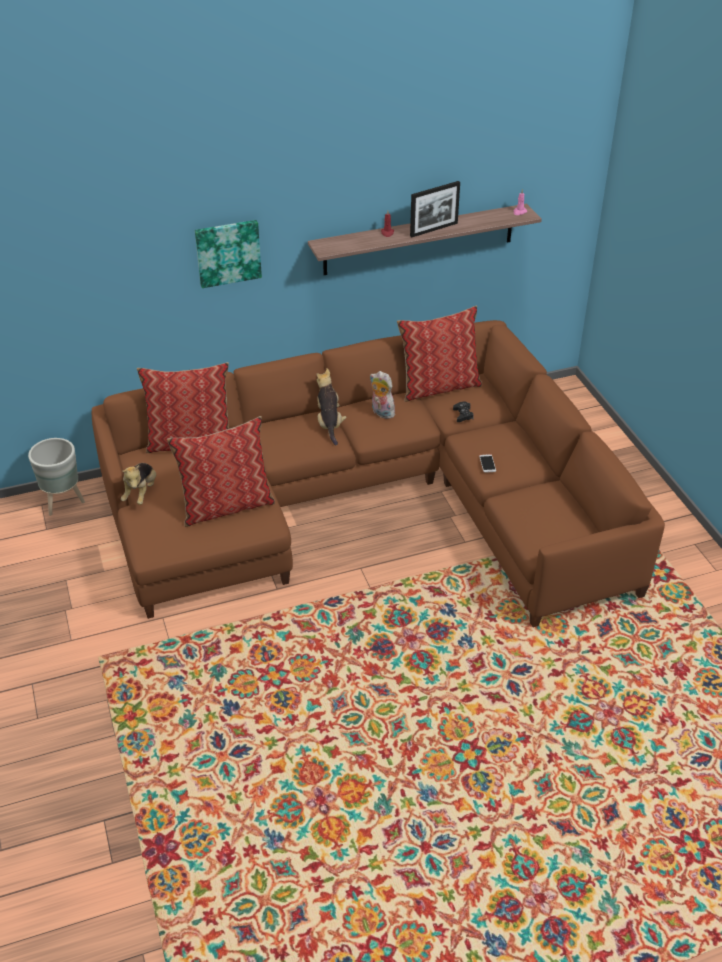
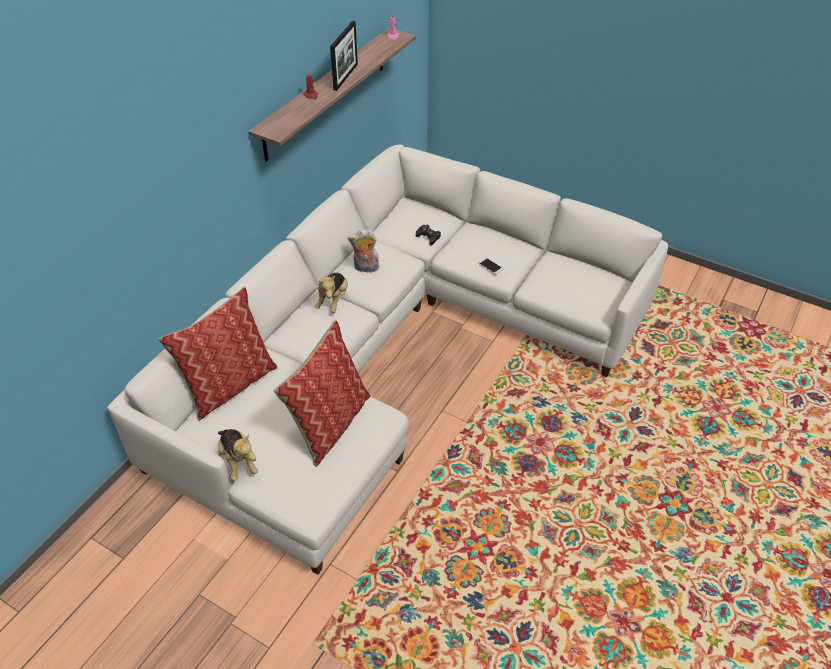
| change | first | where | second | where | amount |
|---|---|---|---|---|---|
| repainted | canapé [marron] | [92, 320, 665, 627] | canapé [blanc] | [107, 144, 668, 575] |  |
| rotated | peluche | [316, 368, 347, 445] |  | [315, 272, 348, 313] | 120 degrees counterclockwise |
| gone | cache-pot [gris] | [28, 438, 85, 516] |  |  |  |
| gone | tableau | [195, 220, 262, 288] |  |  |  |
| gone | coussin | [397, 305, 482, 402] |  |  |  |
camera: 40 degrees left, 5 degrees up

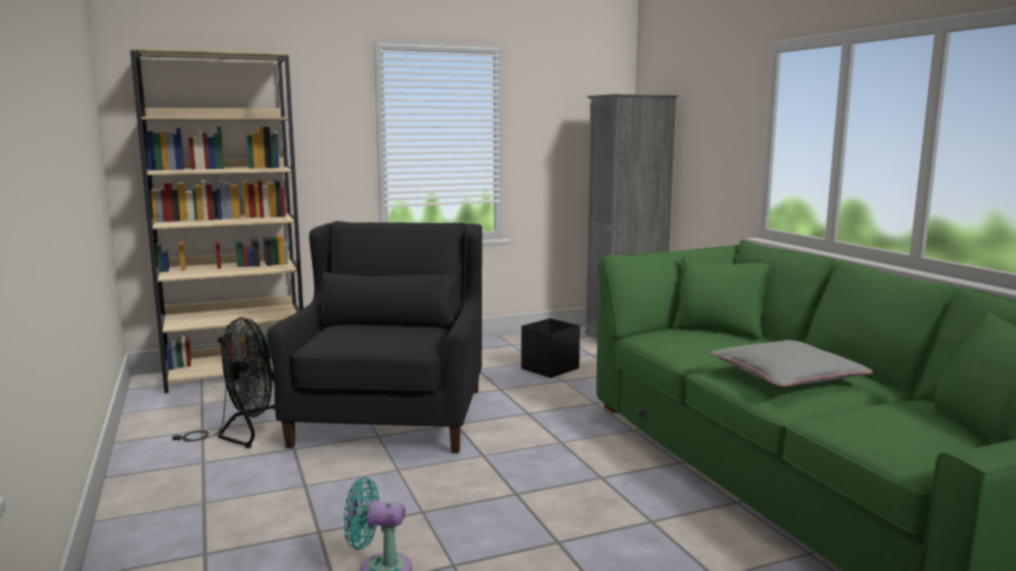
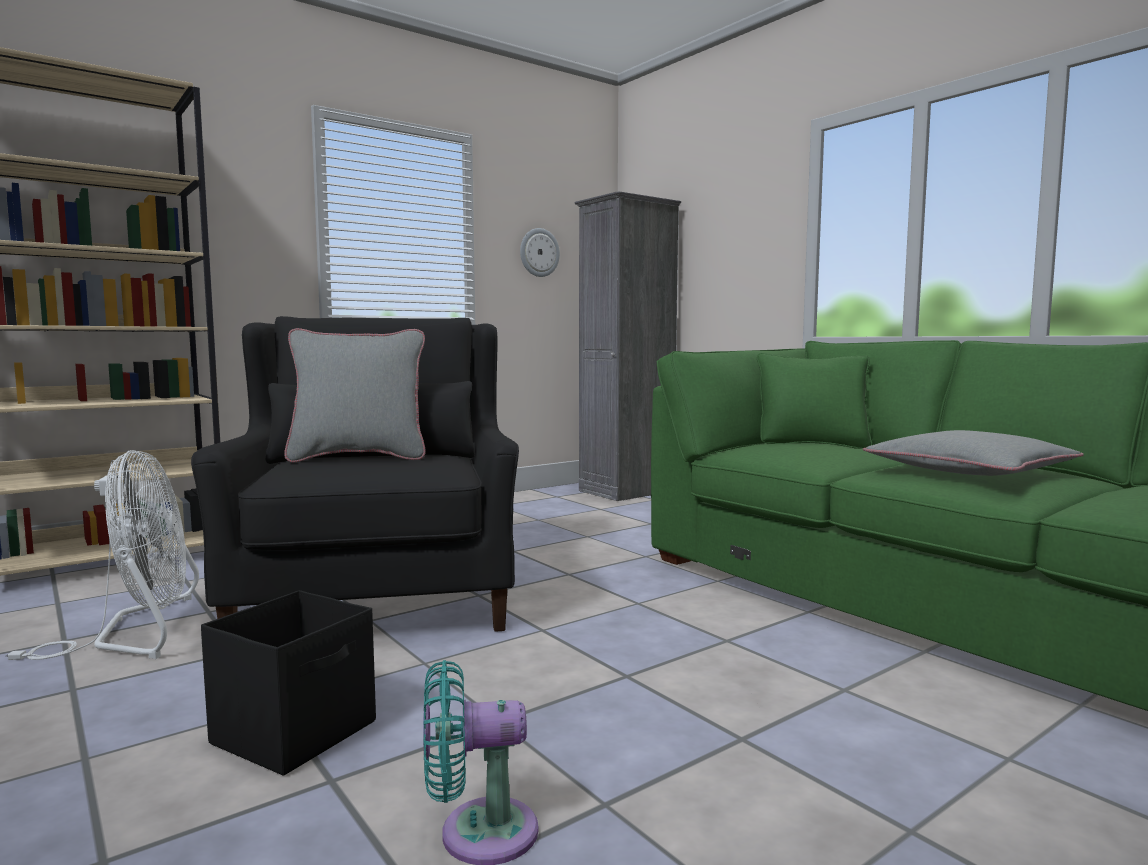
| change | first | where | second | where | amount |
|---|---|---|---|---|---|
| repainted | ventilateur [noir] | [172, 317, 275, 449] | ventilateur [blanc] | [6, 450, 199, 660] |  |
| shifted | boîte de rangement [noir] | [521, 318, 580, 378] |  | [201, 590, 376, 776] |  |
| new |  |  | coussin [gris] | [284, 328, 426, 463] |  |
| new |  |  | horloge murale | [520, 228, 560, 277] |  |
camera: 15 degrees left, 5 degrees down

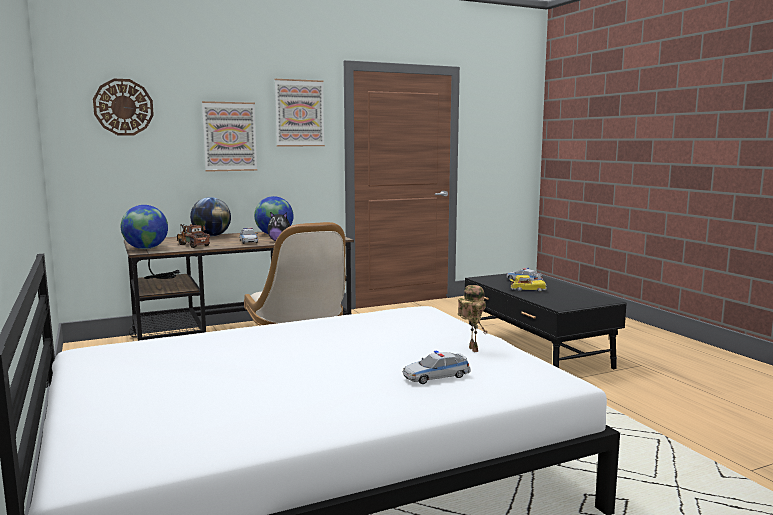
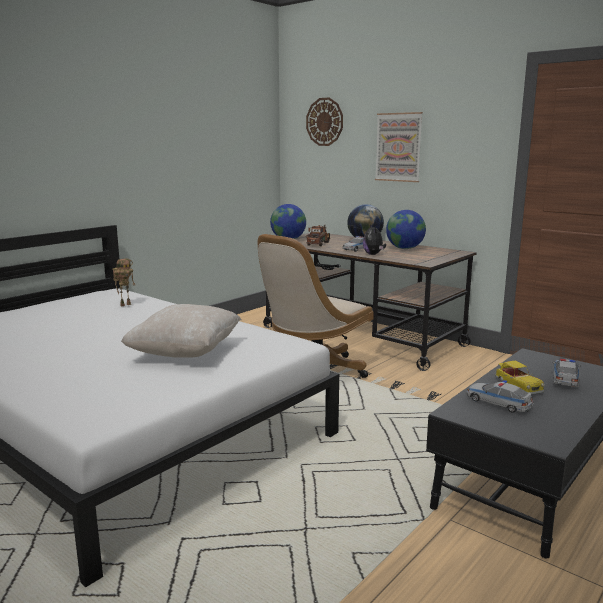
| change | first | where | second | where | amount |
|---|---|---|---|---|---|
| shifted | robot jouet | [458, 285, 487, 352] |  | [113, 259, 135, 306] |  |
| new |  |  | coussin [beige] | [121, 304, 241, 358] |  |
| shifted | petite voiture | [403, 351, 471, 384] |  | [466, 380, 534, 413] |  |
| gone | tableau | [275, 79, 325, 146] |  |  |  |
camera: 65 degrees right, 5 degrees up

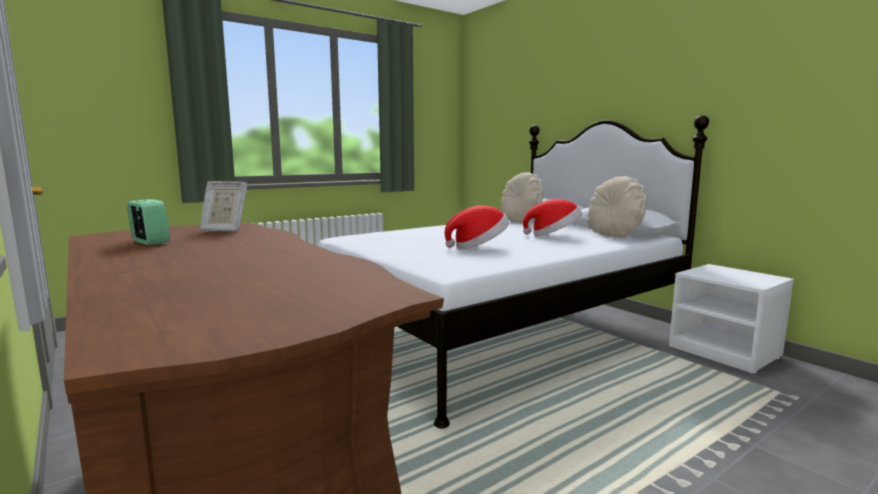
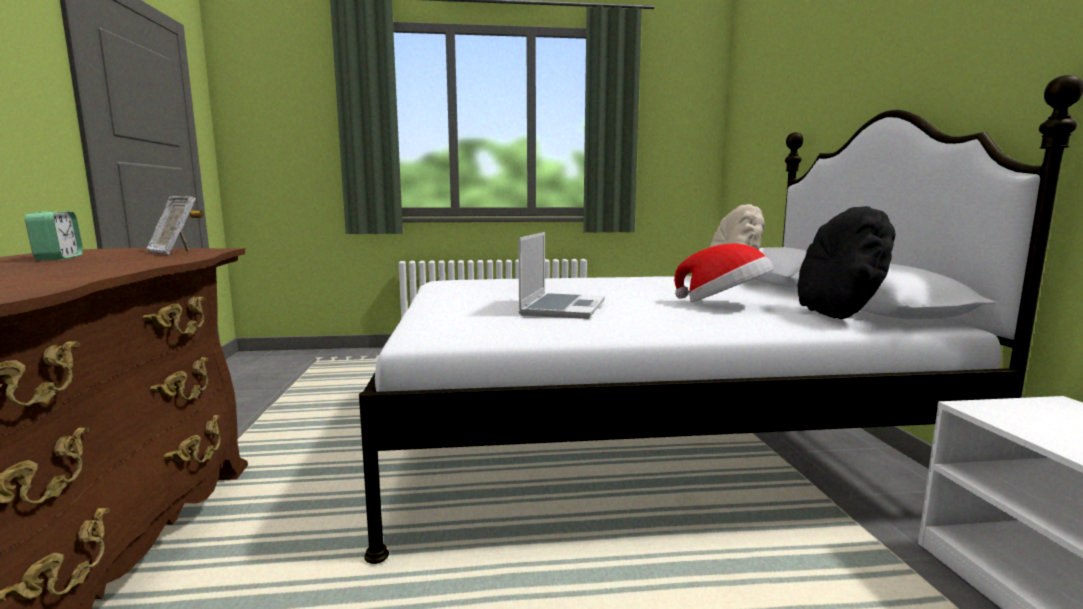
| change | first | where | second | where | amount |
|---|---|---|---|---|---|
| swapped | chapeau | [445, 205, 509, 249] | ordinateur portable | [518, 232, 605, 319] |  |
| repainted | coussin [beige] | [588, 176, 647, 238] | coussin [noir] | [798, 206, 895, 319] |  |
camera: 30 degrees right, 0 degrees up

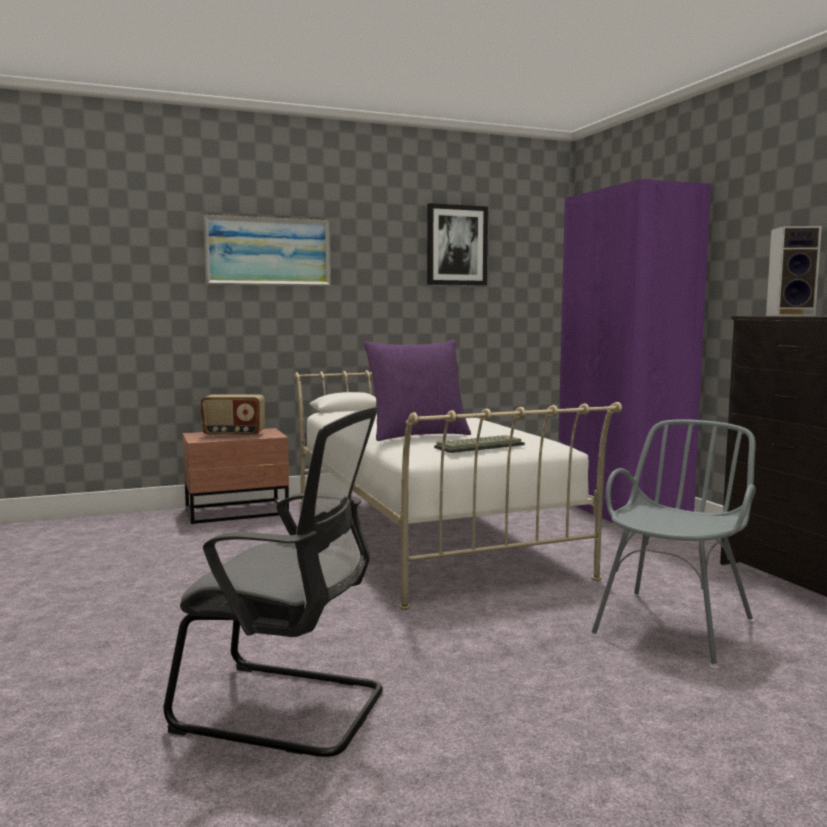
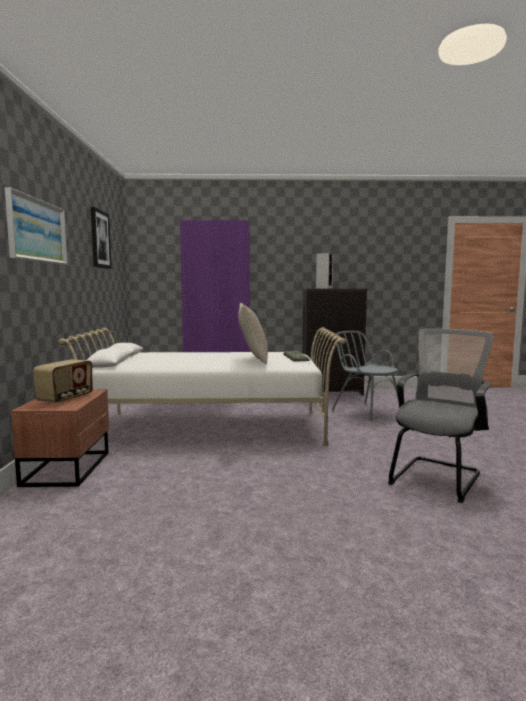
| change | first | where | second | where | amount |
|---|---|---|---|---|---|
| repainted | coussin [violet] | [364, 340, 471, 441] | coussin [beige] | [238, 303, 268, 364] |  |
camera: 70 degrees left, 0 degrees up

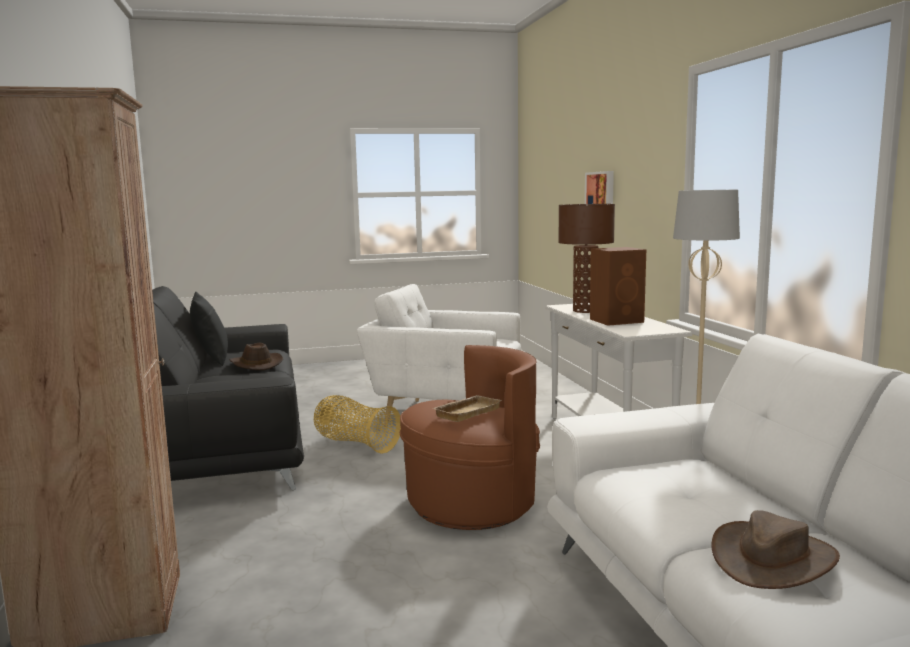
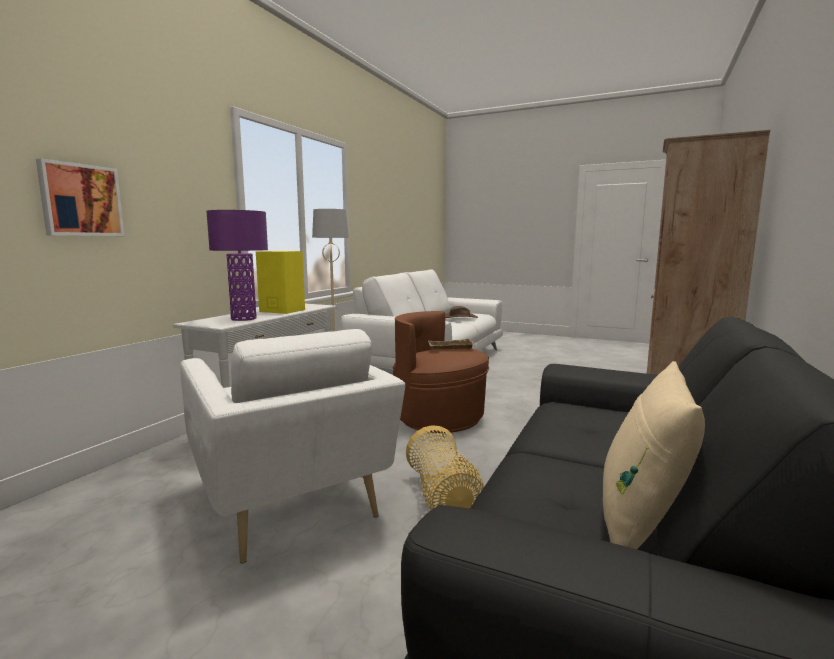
| change | first | where | second | where | amount |
|---|---|---|---|---|---|
| repainted | lampe de table [marron] | [559, 204, 615, 313] | lampe de table [violet] | [206, 210, 268, 321] |  |
| repainted | enceinte [marron] | [590, 247, 646, 326] | enceinte [jaune] | [256, 251, 305, 314] |  |
| repainted | coussin [noir] | [190, 292, 228, 366] | coussin [beige] | [603, 361, 705, 549] |  |
| gone | chapeau [marron] | [229, 343, 283, 370] |  |  |  |
camera: 140 degrees left, 0 degrees up

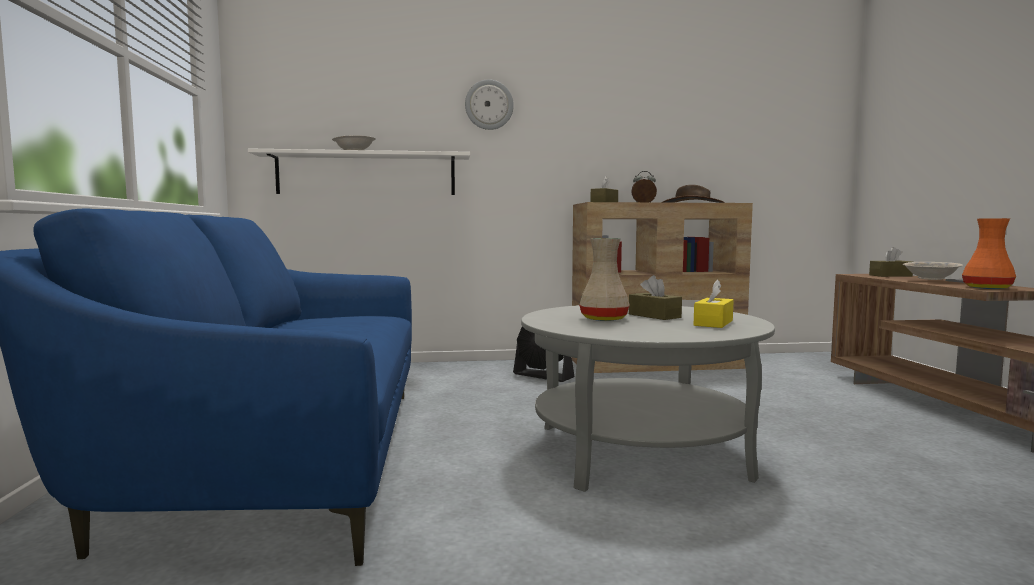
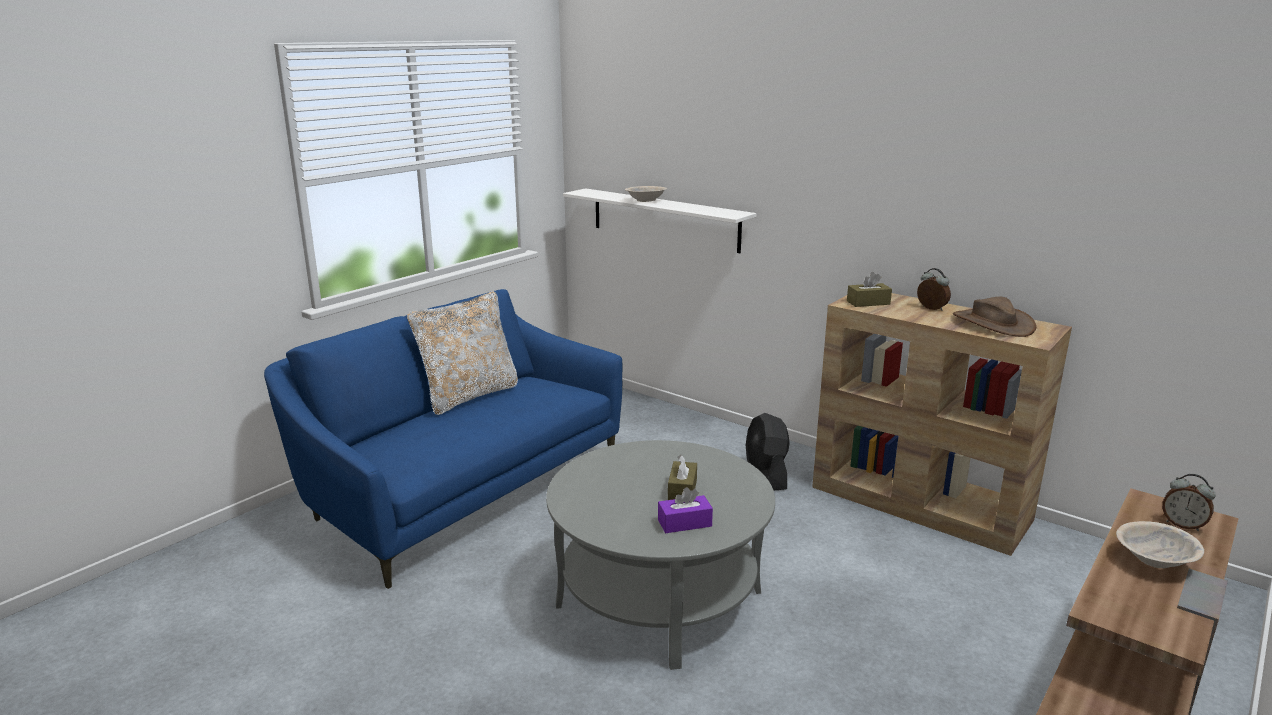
| change | first | where | second | where | amount |
|---|---|---|---|---|---|
| new |  |  | coussin [blanc] | [407, 291, 518, 415] |  |
| repainted | boîte à mouchoirs [jaune] | [694, 279, 734, 328] | boîte à mouchoirs [violet] | [658, 487, 713, 533] |  |
| swapped | boîte à mouchoirs [marron] | [869, 247, 913, 277] | réveil | [1162, 474, 1216, 531] |  |
| gone | horloge murale | [465, 80, 514, 130] |  |  |  |
| gone | vase [beige] | [579, 238, 630, 321] |  |  |  |
| gone | vase [orange] | [962, 218, 1016, 289] |  |  |  |
camera: 45 degrees right, 15 degrees up

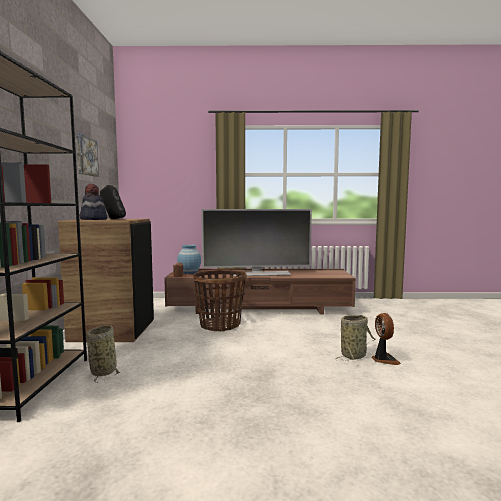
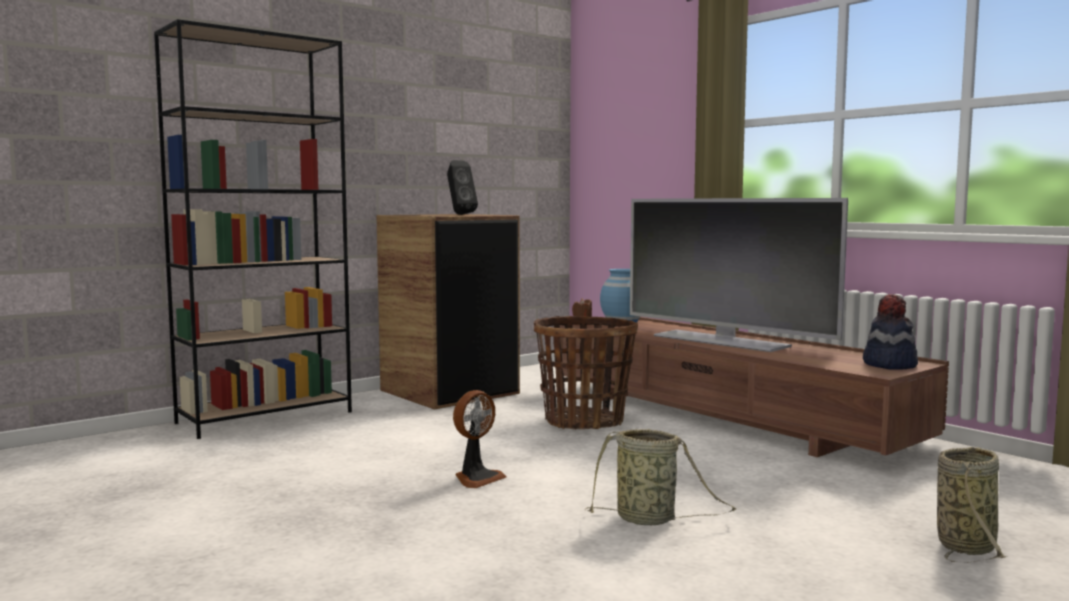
| change | first | where | second | where | amount |
|---|---|---|---|---|---|
| shifted | ventilateur | [371, 313, 401, 365] |  | [453, 390, 506, 488] |  |
| shifted | chapeau | [80, 184, 107, 220] |  | [863, 294, 918, 370] |  |
| shifted | panier | [87, 325, 120, 383] |  | [937, 447, 1008, 562] |  |
| gone | tableau | [76, 134, 99, 177] |  |  |  |
camera: 50 degrees right, 0 degrees up

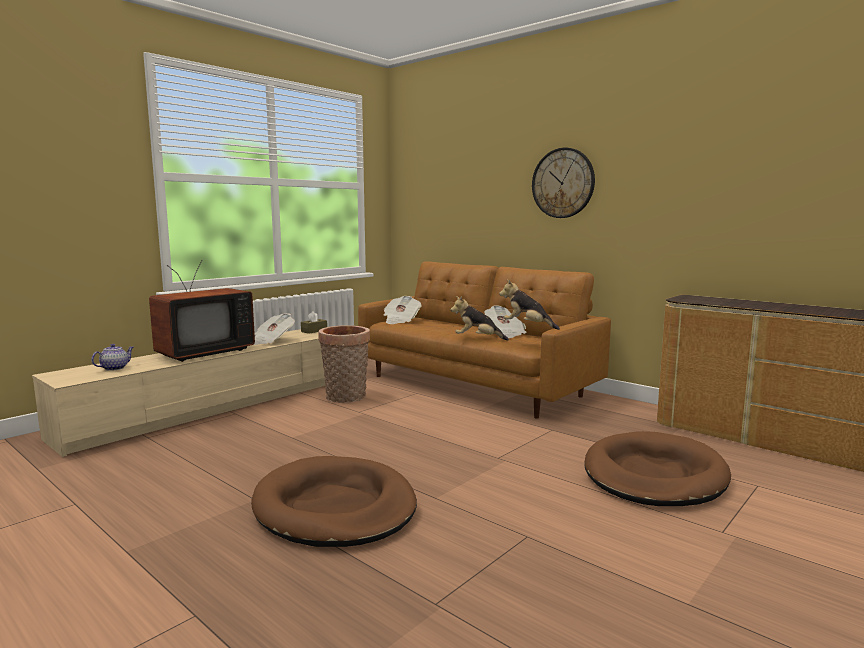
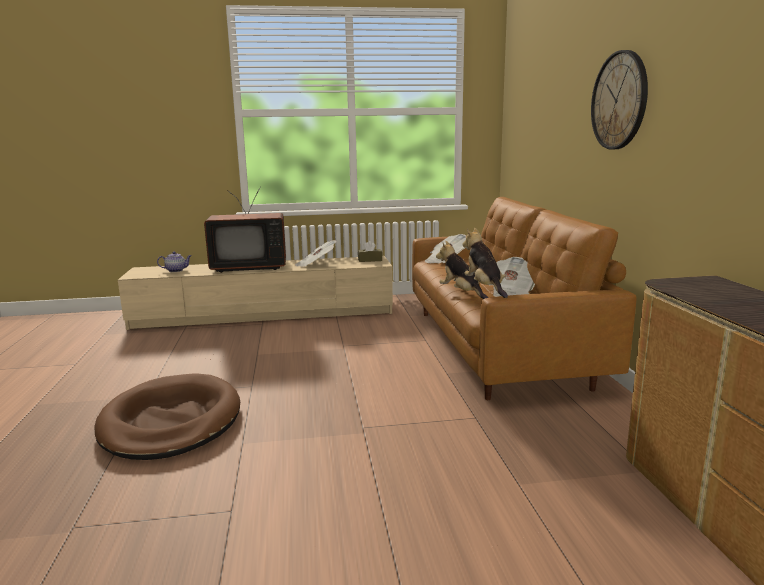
| change | first | where | second | where | amount |
|---|---|---|---|---|---|
| gone | panier | [318, 325, 370, 403] |  |  |  |
| gone | panier pour chien [marron] | [584, 431, 731, 506] |  |  |  |
camera: 40 degrees right, 5 degrees up

